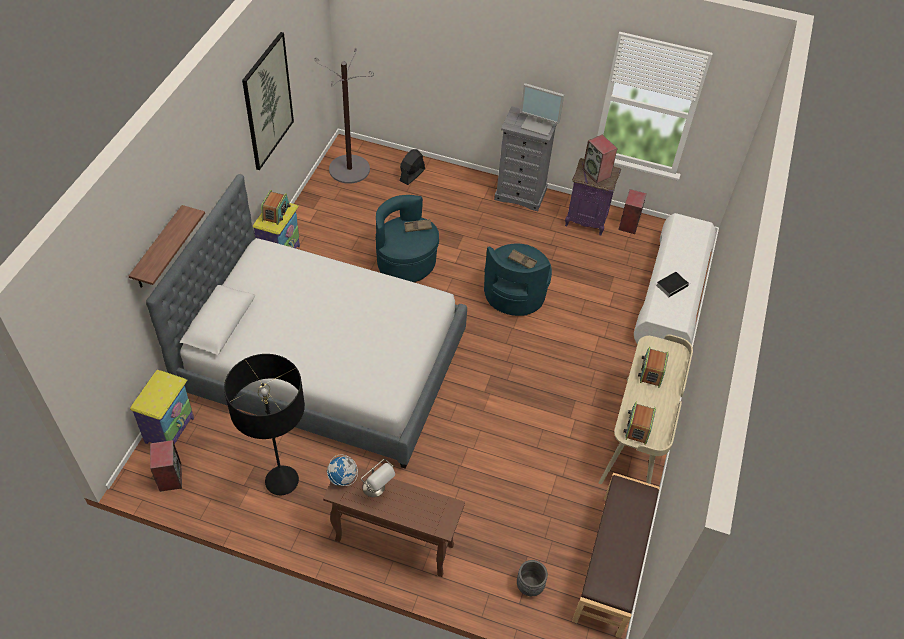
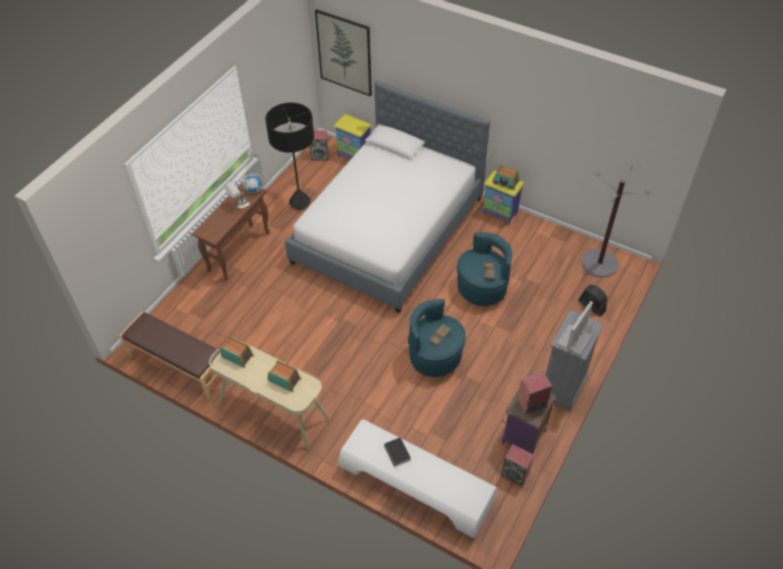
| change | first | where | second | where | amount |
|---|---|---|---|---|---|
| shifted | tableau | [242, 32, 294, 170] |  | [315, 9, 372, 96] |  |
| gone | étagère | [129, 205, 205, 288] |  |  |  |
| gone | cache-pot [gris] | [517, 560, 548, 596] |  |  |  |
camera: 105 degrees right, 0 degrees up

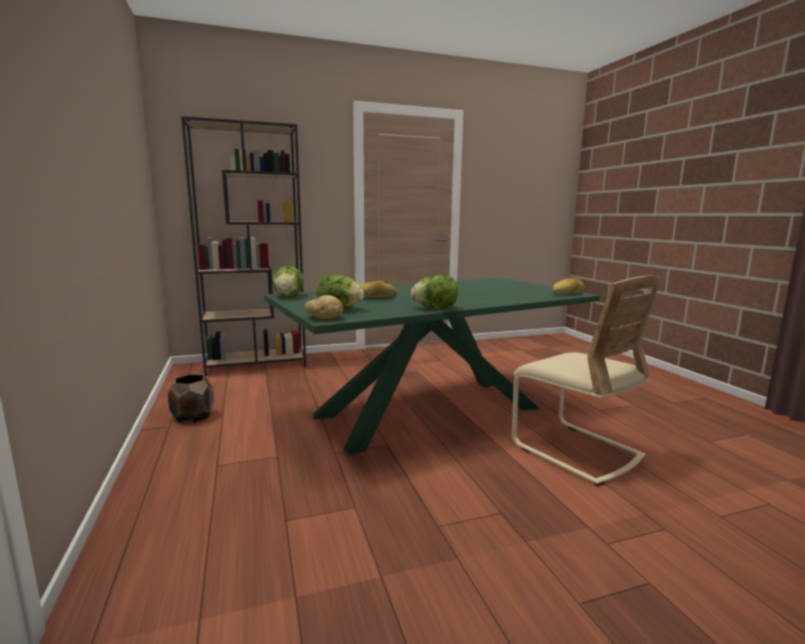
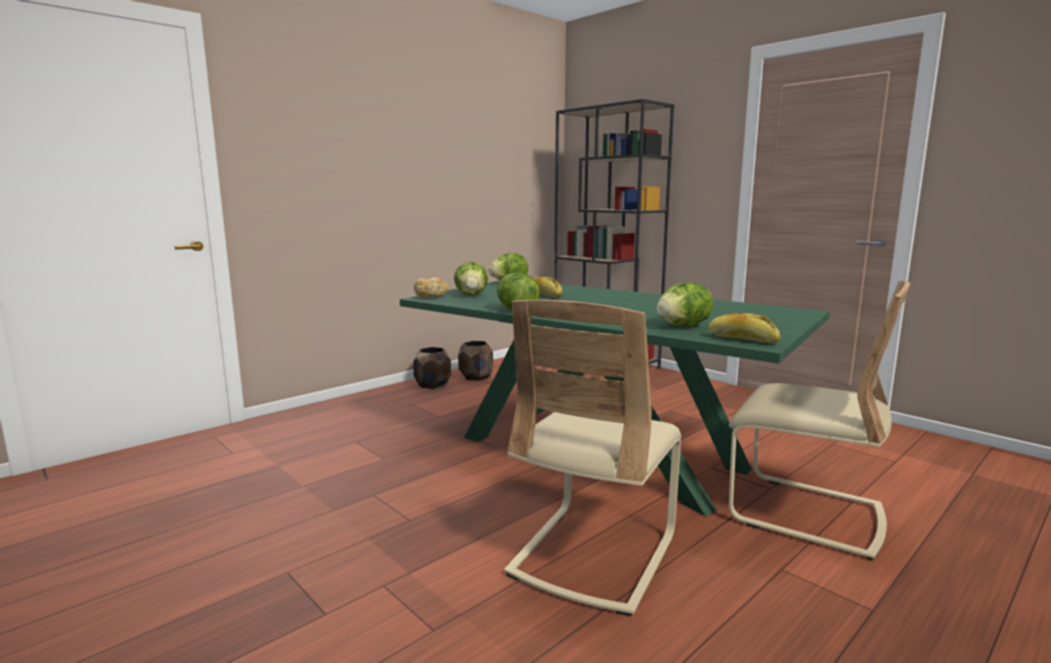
| change | first | where | second | where | amount |
|---|---|---|---|---|---|
| new |  |  | cache-pot [marron] | [413, 347, 451, 389] |  |
| new |  |  | laitue | [657, 282, 713, 326] |  |
| new |  |  | chaise [beige] | [729, 281, 910, 560] |  |
camera: 65 degrees right, 0 degrees up

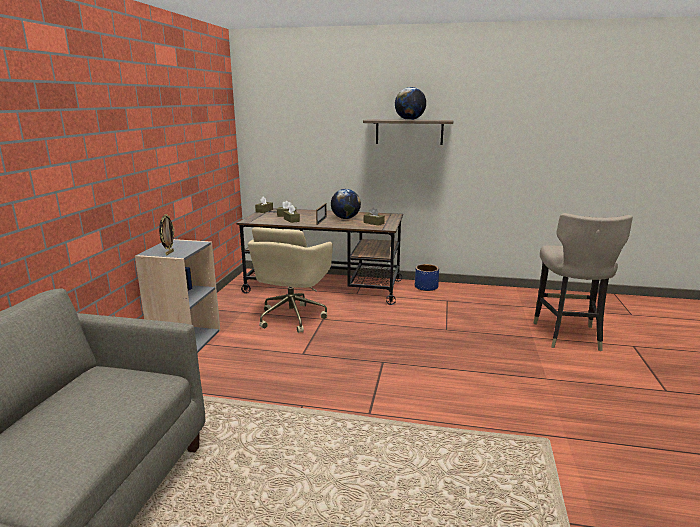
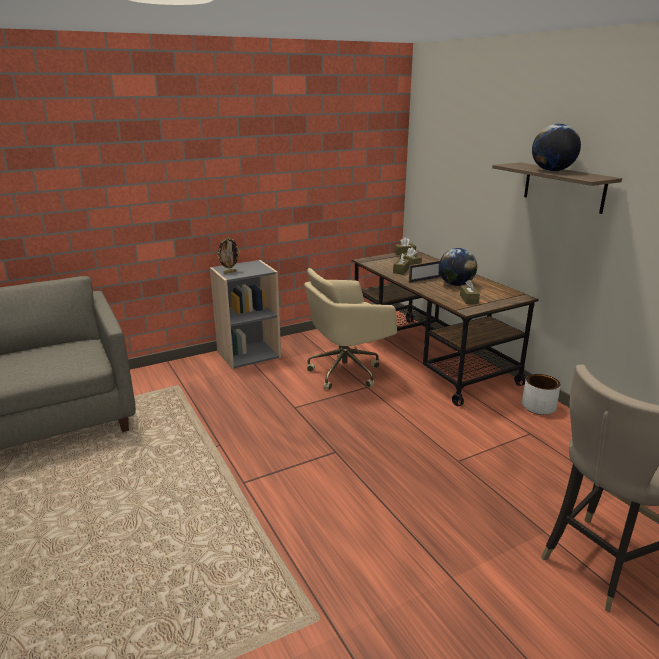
| change | first | where | second | where | amount |
|---|---|---|---|---|---|
| repainted | cache-pot [bleu] | [415, 264, 439, 291] | cache-pot [blanc] | [522, 374, 561, 415] |  |
camera: 50 degrees right, 5 degrees up

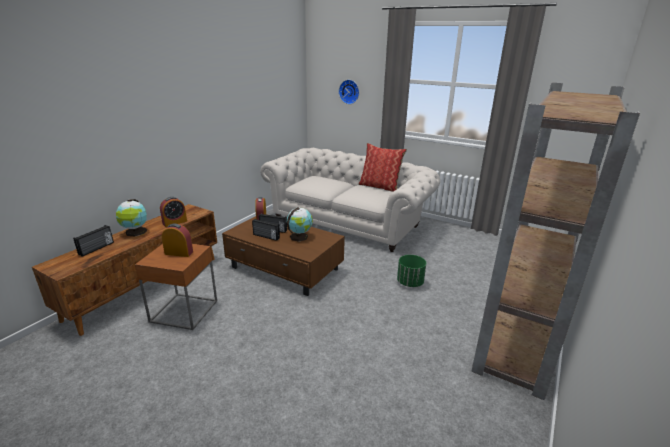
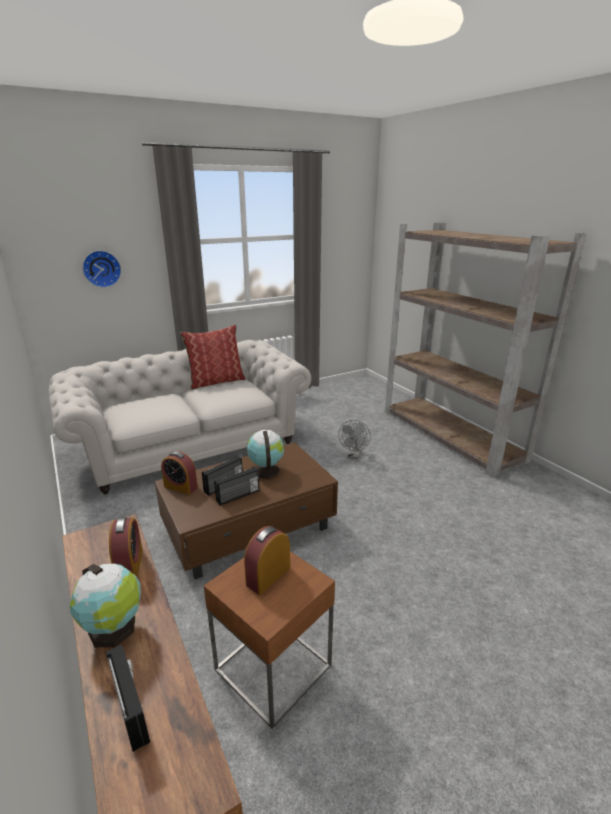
| change | first | where | second | where | amount |
|---|---|---|---|---|---|
| swapped | cache-pot [vert] | [397, 255, 426, 287] | ventilateur [gris] | [338, 420, 371, 459] |  |
camera: 60 degrees left, 0 degrees up

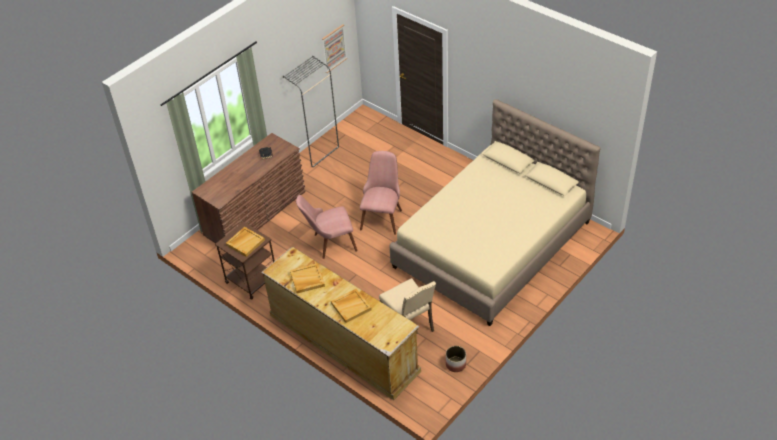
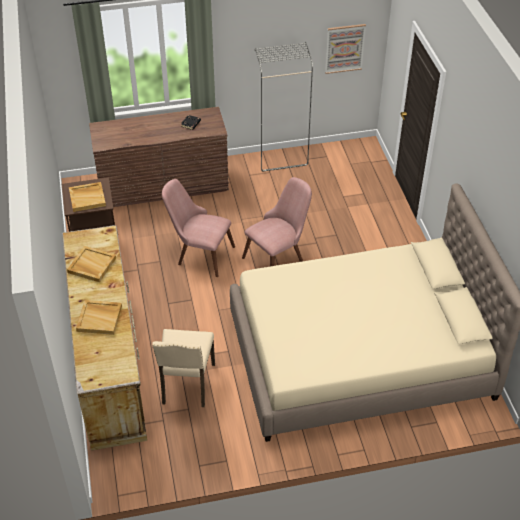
| change | first | where | second | where | amount |
|---|---|---|---|---|---|
| gone | cache-pot | [446, 346, 466, 372] |  |  |  |
camera: 35 degrees right, 0 degrees up

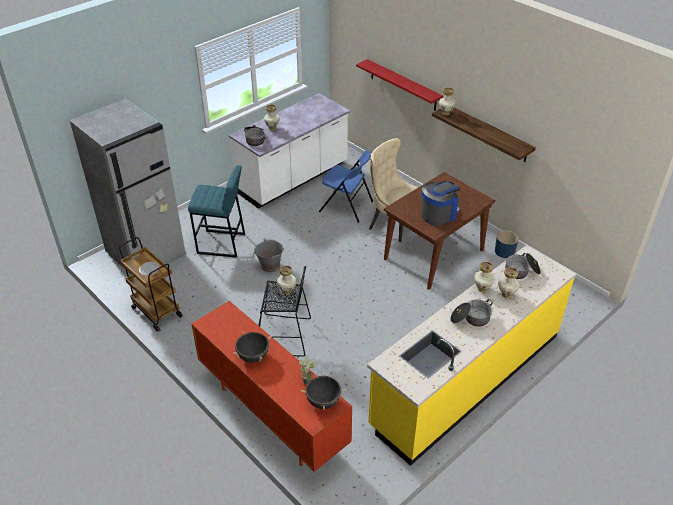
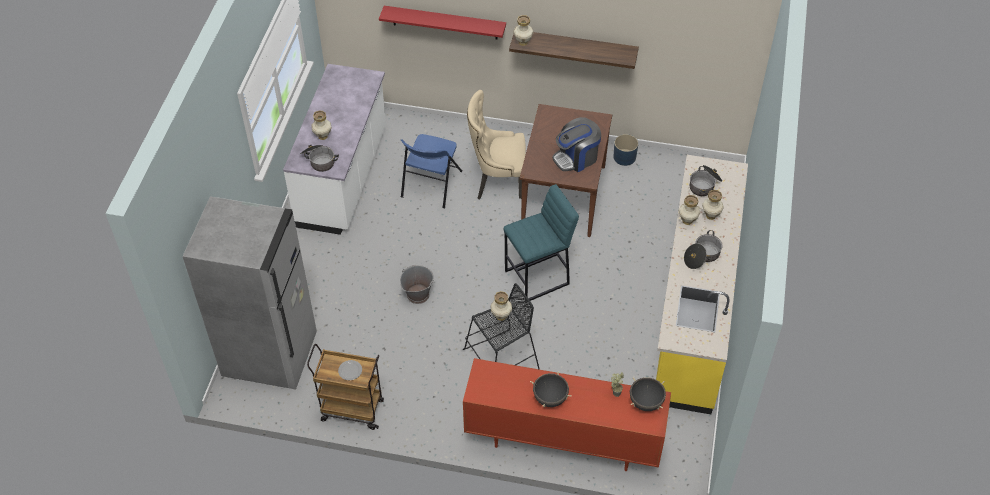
| change | first | where | second | where | amount |
|---|---|---|---|---|---|
| rotated | chaise [bleu] | [319, 150, 373, 223] |  | [401, 134, 463, 209] | 120 degrees clockwise |
| shifted | tabouret [turquoise] | [188, 165, 245, 258] |  | [503, 184, 579, 301] |  |
| rotated | machine à café | [421, 181, 461, 226] |  | [552, 117, 601, 172] | 135 degrees counterclockwise |
camera: 35 degrees left, 10 degrees up

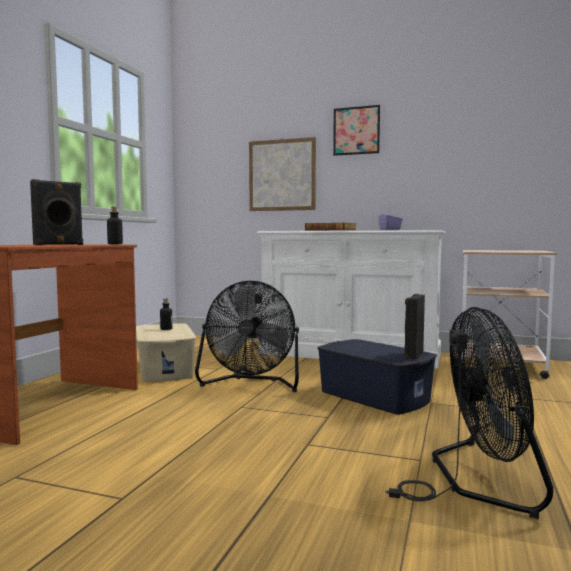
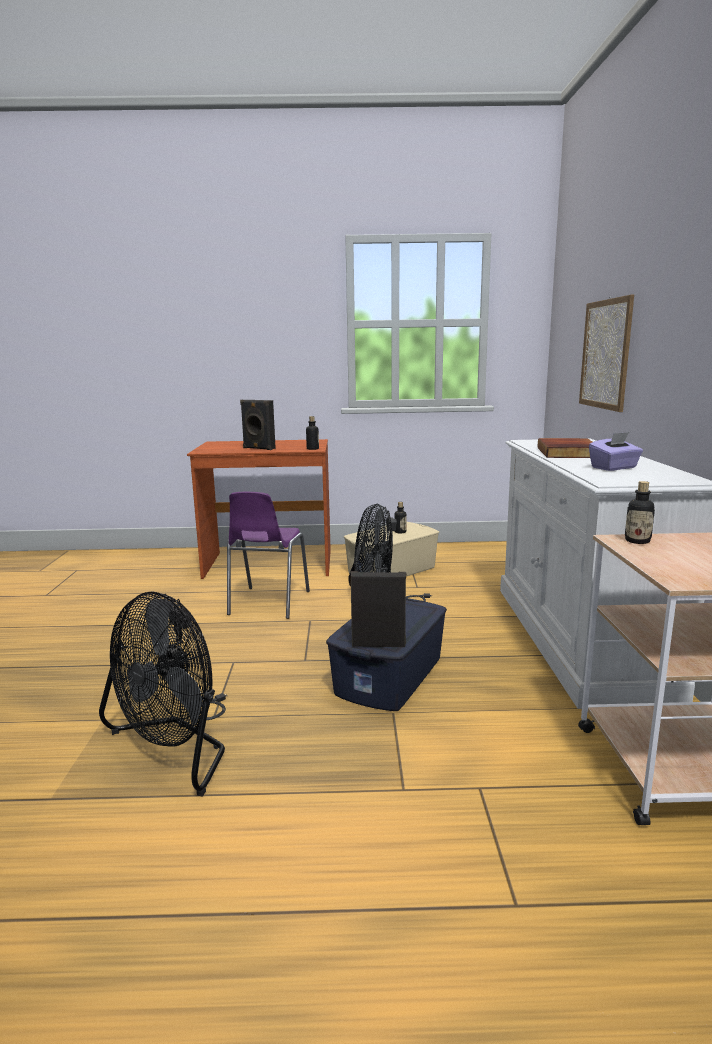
| change | first | where | second | where | amount |
|---|---|---|---|---|---|
| rotated | ventilateur [noir] | [385, 307, 553, 519] |  | [99, 592, 227, 796] | 60 degrees clockwise |
| new |  |  | chaise [violet] | [227, 492, 310, 619] |  |
| new |  |  | bouteille | [625, 481, 655, 544] |  |
| gone | tableau | [333, 105, 380, 156] |  |  |  |
camera: 70 degrees right, 10 degrees up

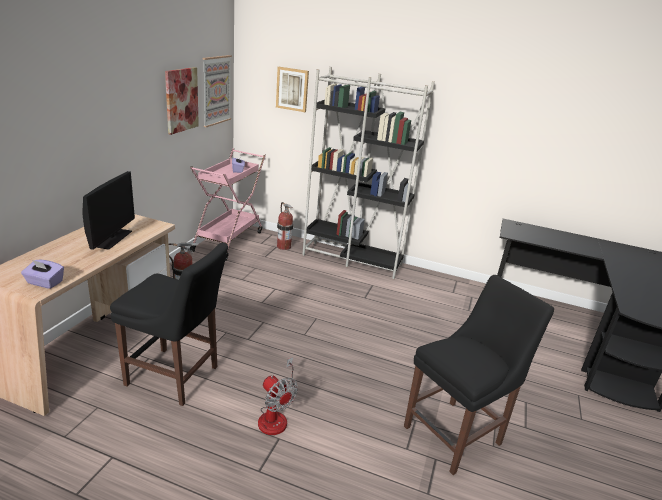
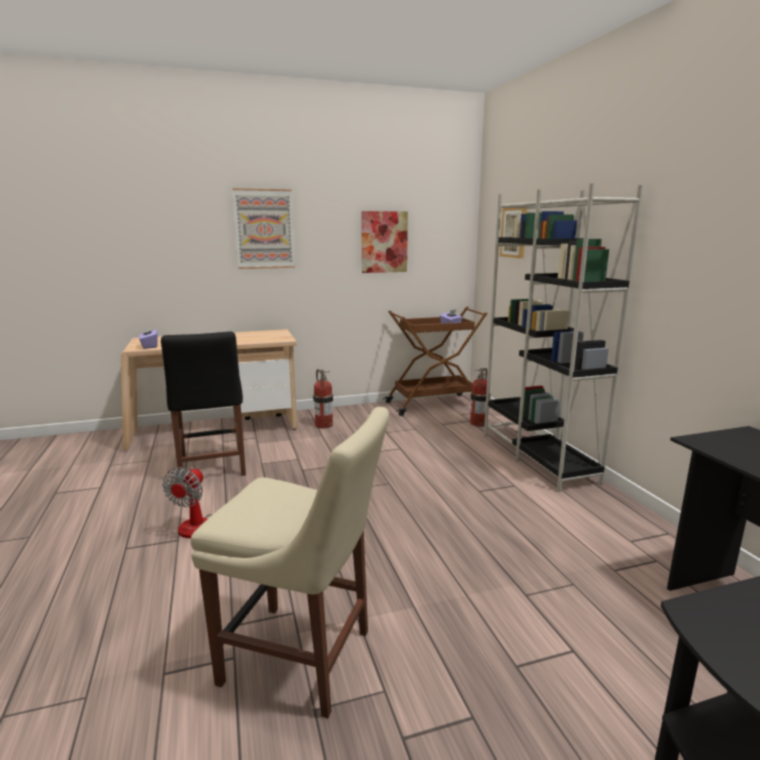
| change | first | where | second | where | amount |
|---|---|---|---|---|---|
| repainted | chaise [noir] | [404, 275, 554, 475] | chaise [beige] | [191, 407, 389, 719] |  |
| shifted | tableau | [202, 55, 232, 127] |  | [232, 188, 295, 269] |  |
| repainted | chariot [rose] | [189, 148, 266, 261] | chariot [marron] | [383, 307, 488, 416] |  |
| gone | écran d'ordinateur | [82, 171, 135, 250] |  |  |  |
camera: 55 degrees right, 10 degrees down

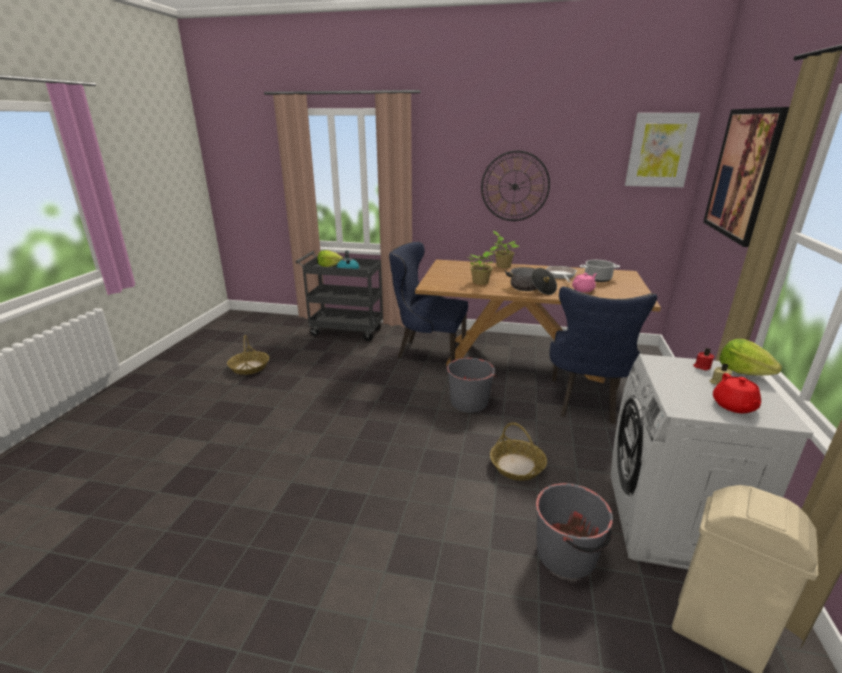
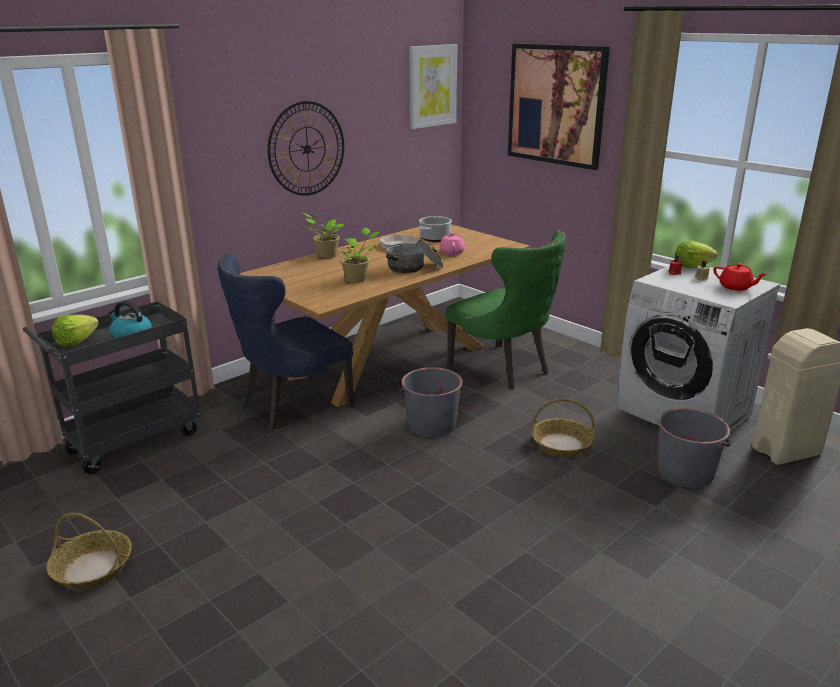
| change | first | where | second | where | amount |
|---|---|---|---|---|---|
| repainted | chaise [bleu] | [550, 286, 657, 424] | chaise [vert] | [446, 230, 566, 390] |  |
camera: 55 degrees left, 0 degrees up

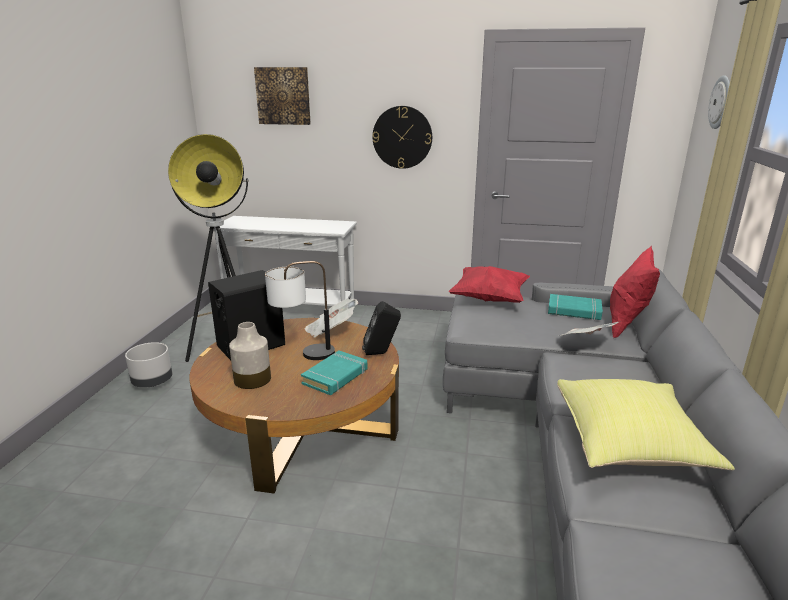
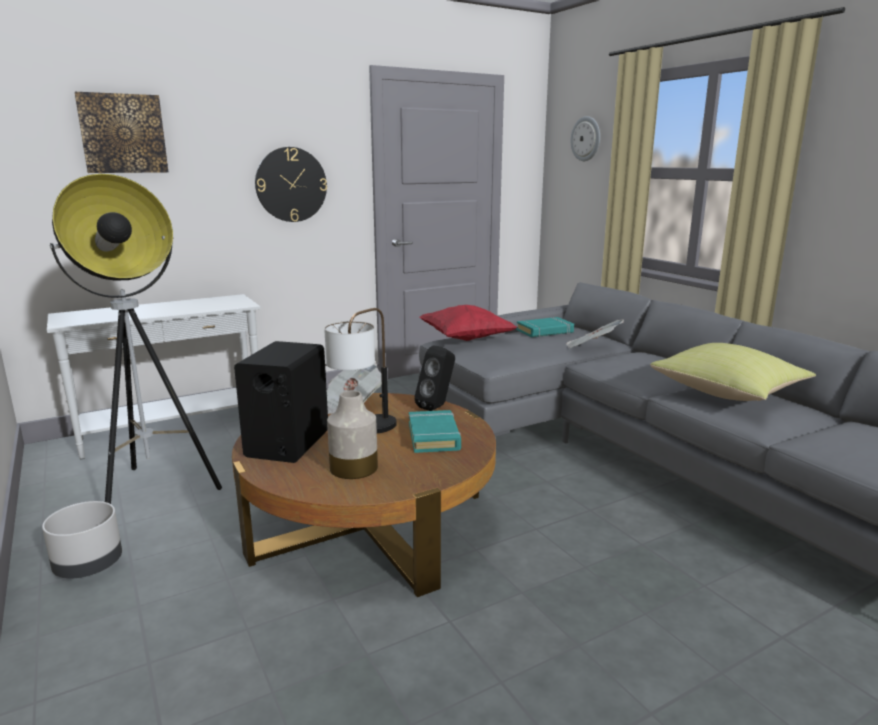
| change | first | where | second | where | amount |
|---|---|---|---|---|---|
| gone | coussin [rouge] | [610, 246, 660, 338] |  |  |  |
camera: 40 degrees left, 5 degrees down

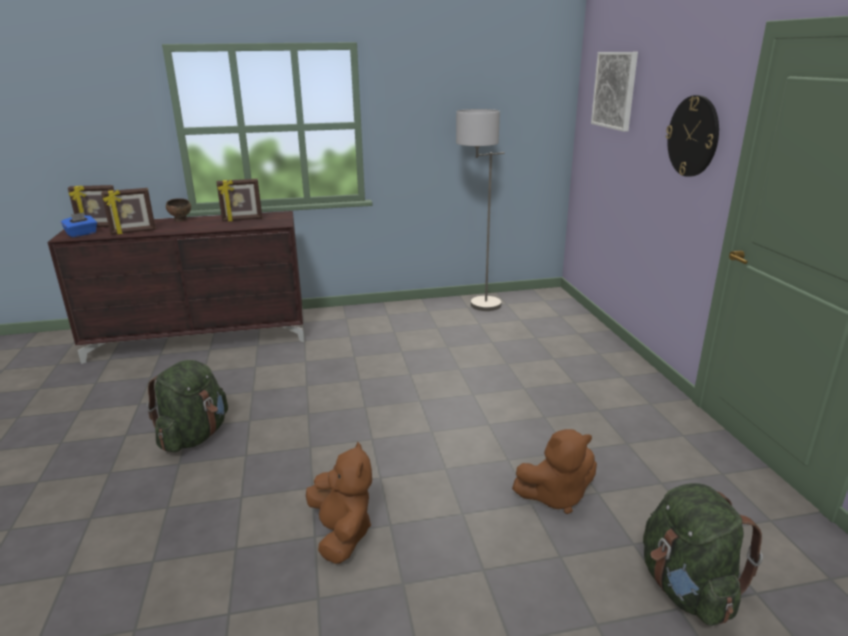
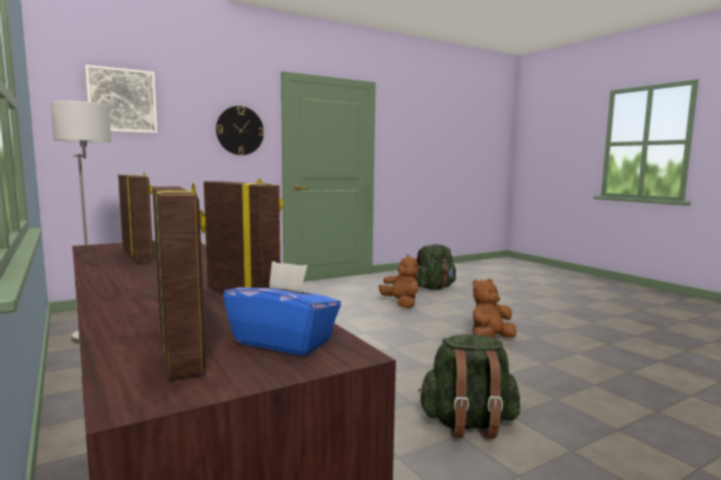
| change | first | where | second | where | amount |
|---|---|---|---|---|---|
| gone | bol [marron] | [166, 198, 191, 222] |  |  |  |
camera: 110 degrees left, 15 degrees down

